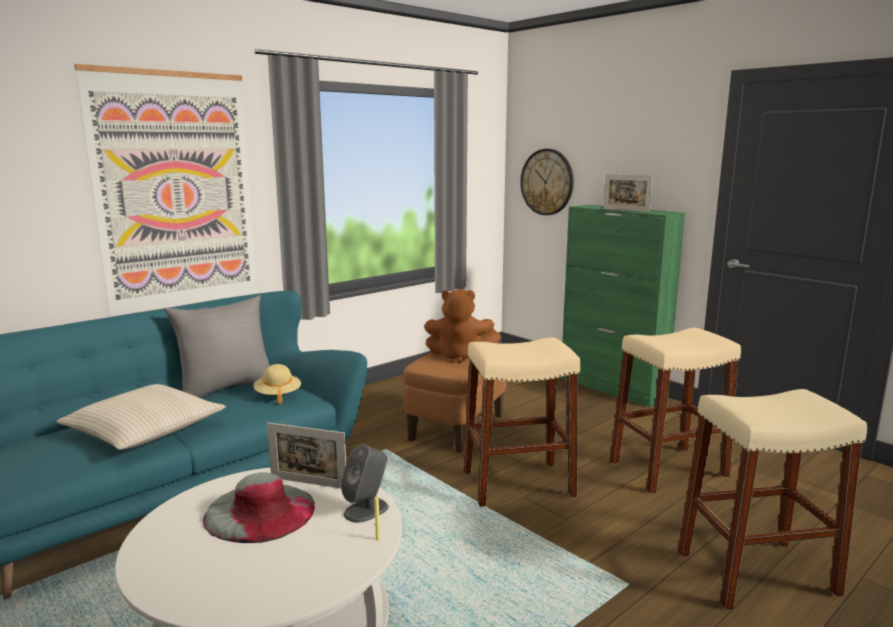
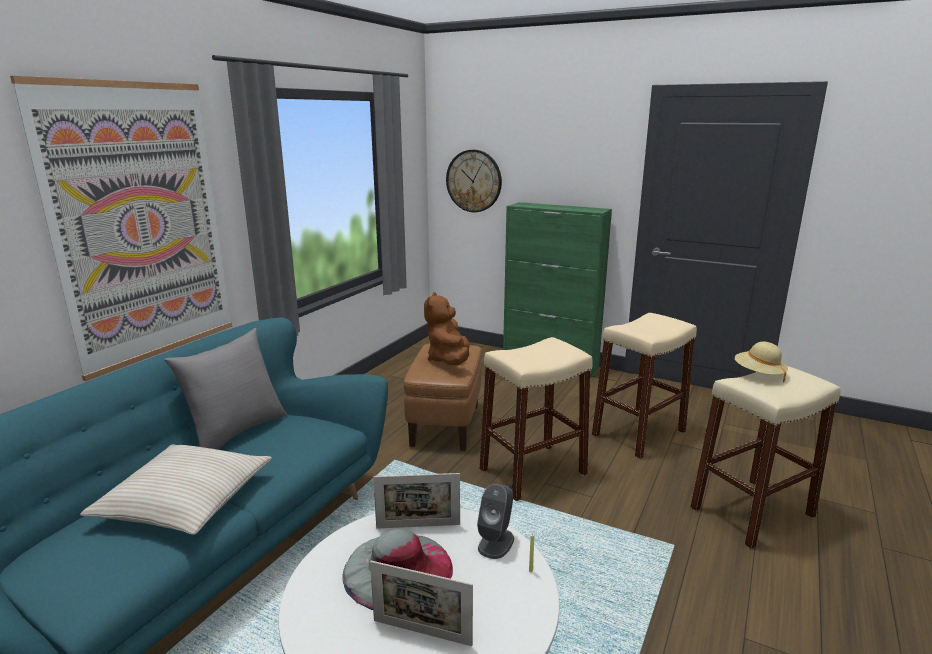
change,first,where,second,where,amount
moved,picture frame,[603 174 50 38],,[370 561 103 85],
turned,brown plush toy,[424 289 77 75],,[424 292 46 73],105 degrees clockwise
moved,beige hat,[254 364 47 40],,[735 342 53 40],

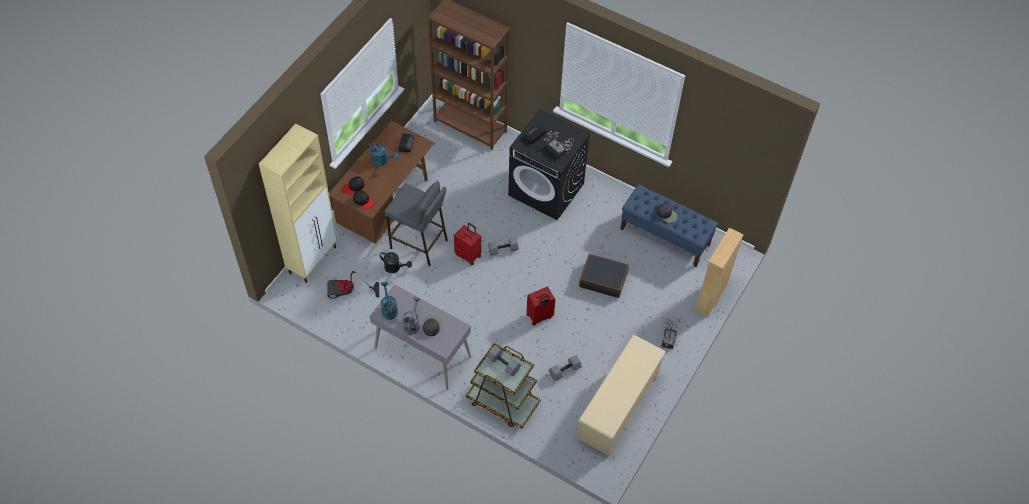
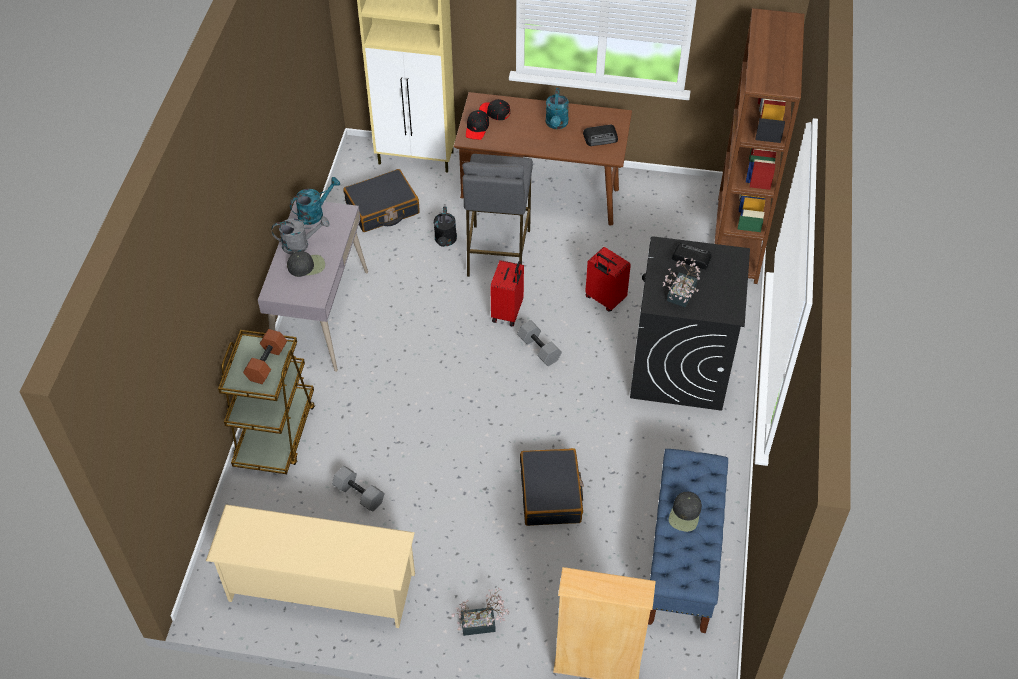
change,first,where,second,where,amount
recoloured,grey dumbbell,[487 346 34 30],brown dumbbell,[243 329 44 55],
replaced,vacuum cleaner,[327 271 52 28],black suitcase,[343 169 77 63],
moved,red suitcase,[527 287 29 39],,[585 247 46 65],

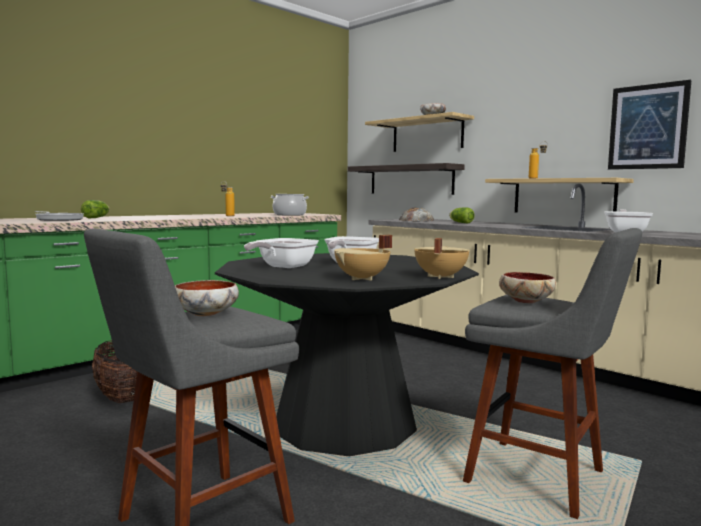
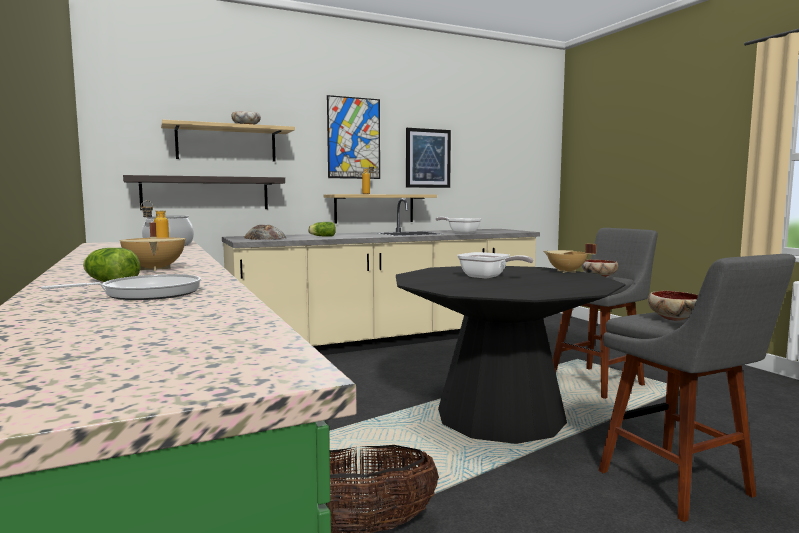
change,first,where,second,where,amount
moved,beige cooking pot,[334 235 58 46],,[119 222 67 49],
added,,,picture,[327 95 53 84],
removed,frying pan,[244 238 75 30],,,

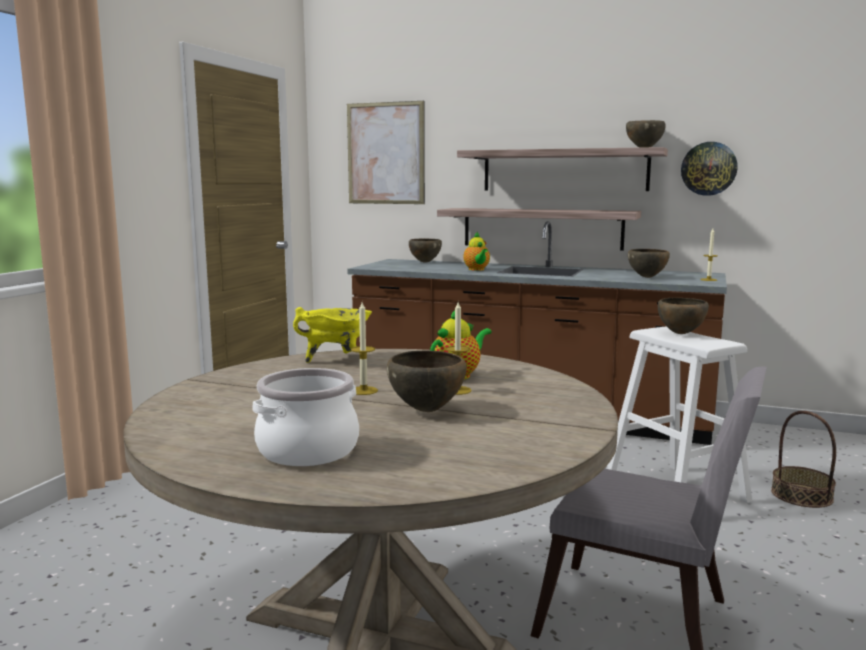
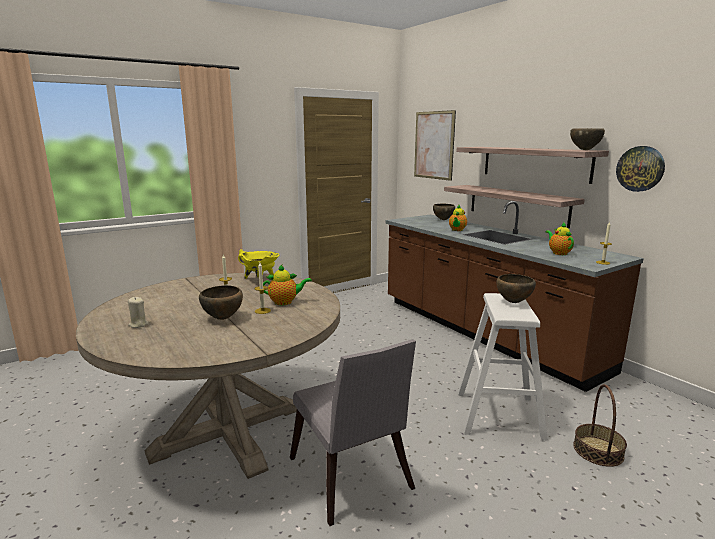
change,first,where,second,where,amount
replaced,cooking pot,[253 368 106 98],beige candle,[128 297 21 31],
replaced,brown bowl,[628 249 42 29],teapot,[546 222 28 33],

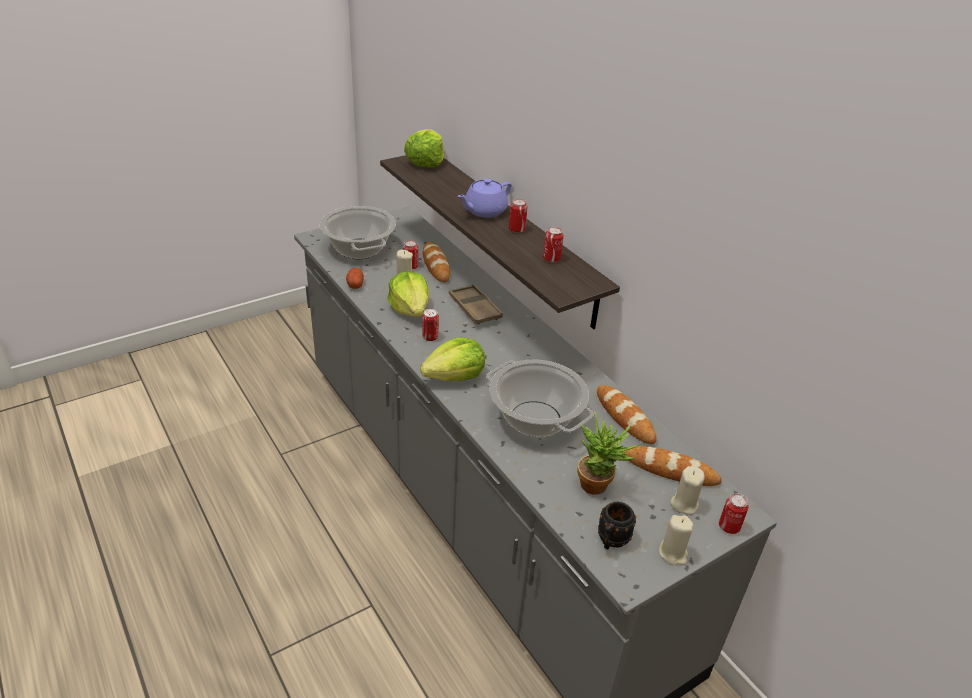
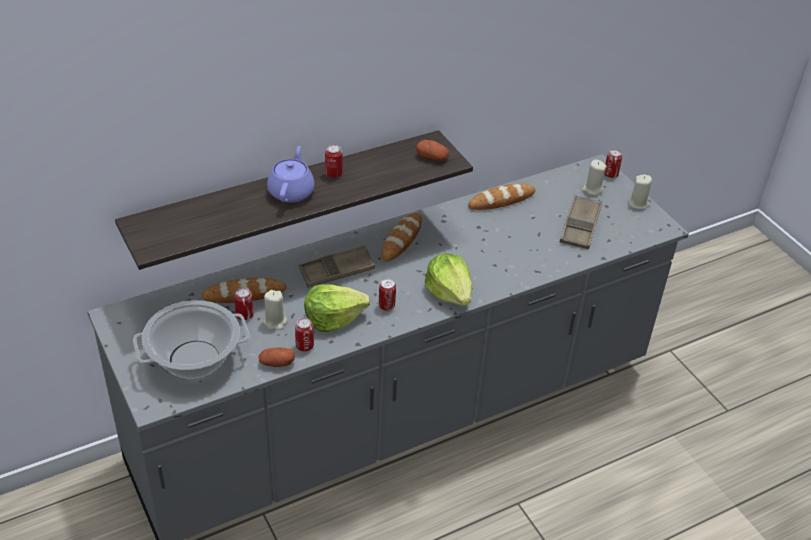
change,first,where,second,where,amount
turned,purple teapot,[458 179 54 39],,[267 146 48 57],135 degrees counterclockwise
moved,can,[543 227 20 35],,[295 318 19 33],
moved,bread,[624 446 98 40],,[381 213 41 48],
added,,,potato,[416 140 33 20],
replaced,potted plant,[577 412 66 83],brown tray,[560 195 42 54],
removed,lettuce,[404 129 40 38],,,
removed,cooking pot,[486 360 108 77],,,
removed,black mug,[598 502 38 48],,,

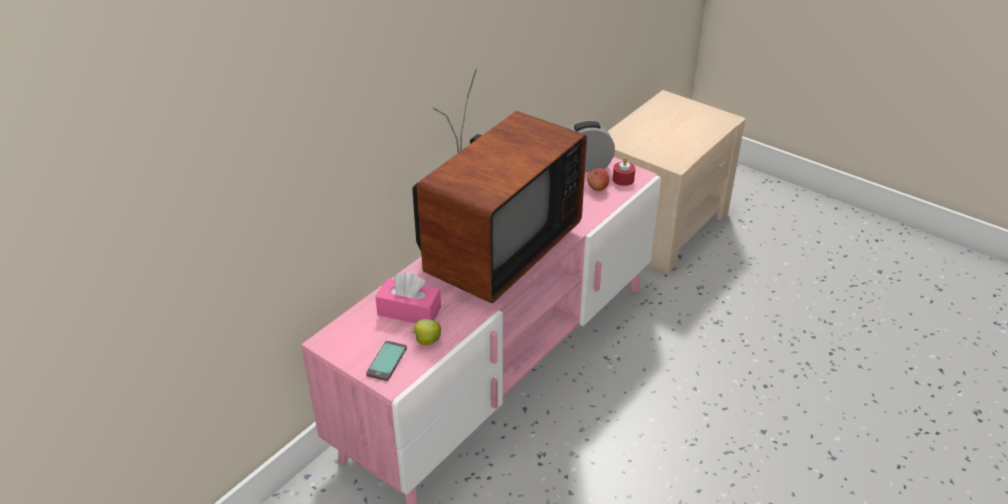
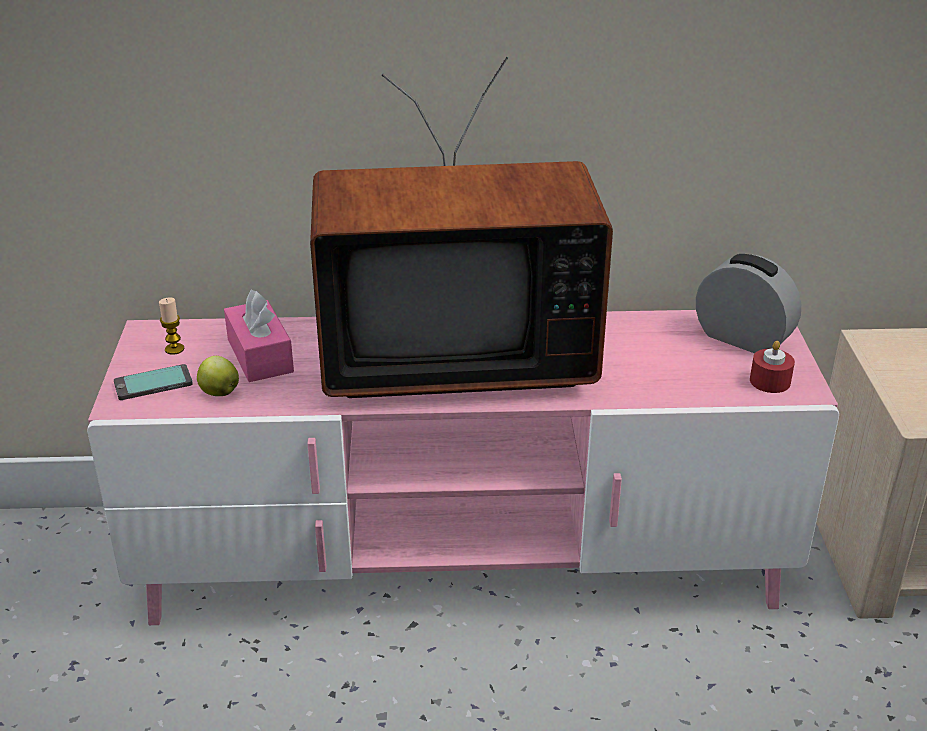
change,first,where,second,where,amount
added,,,candle,[159 297 25 58],
removed,apple,[587 168 22 23],,,

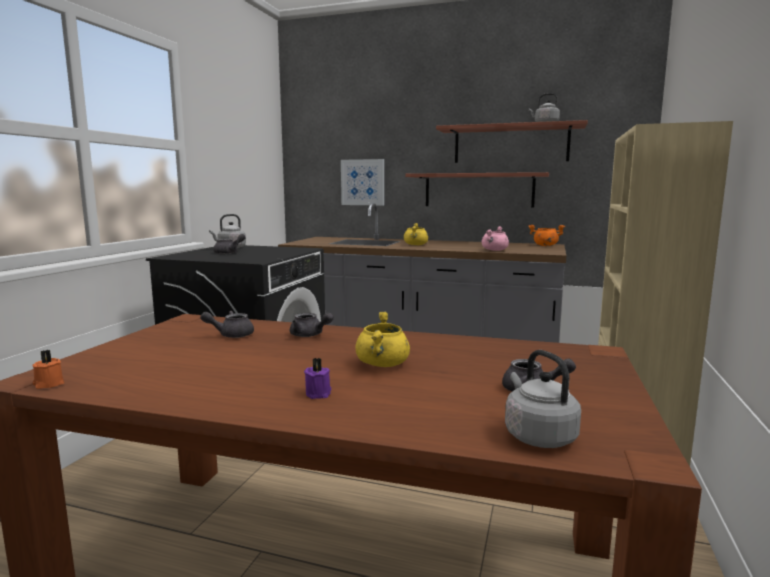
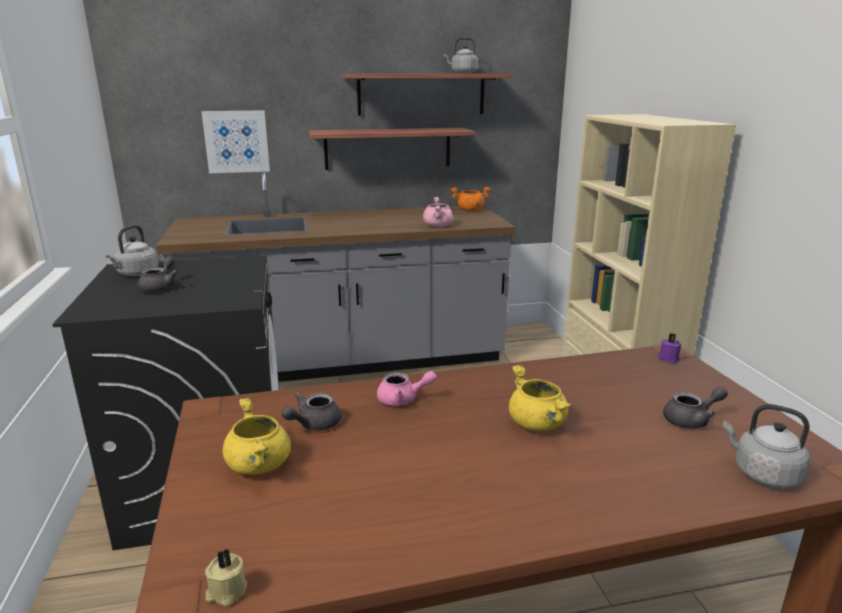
change,first,where,second,where,amount
recoloured,orange candle,[32 350 32 39],beige candle,[205 549 43 57],
moved,yellow cooking pot,[404 223 24 23],,[223 398 68 77],
recoloured,grey teapot,[290 313 44 24],pink teapot,[377 371 60 35],
moved,purple candle,[304 358 27 41],,[658 333 23 30],

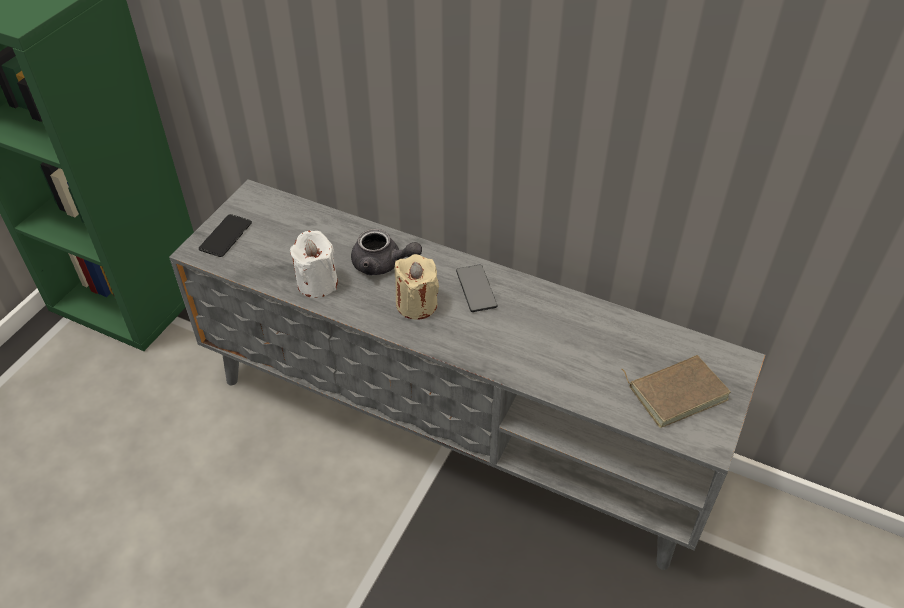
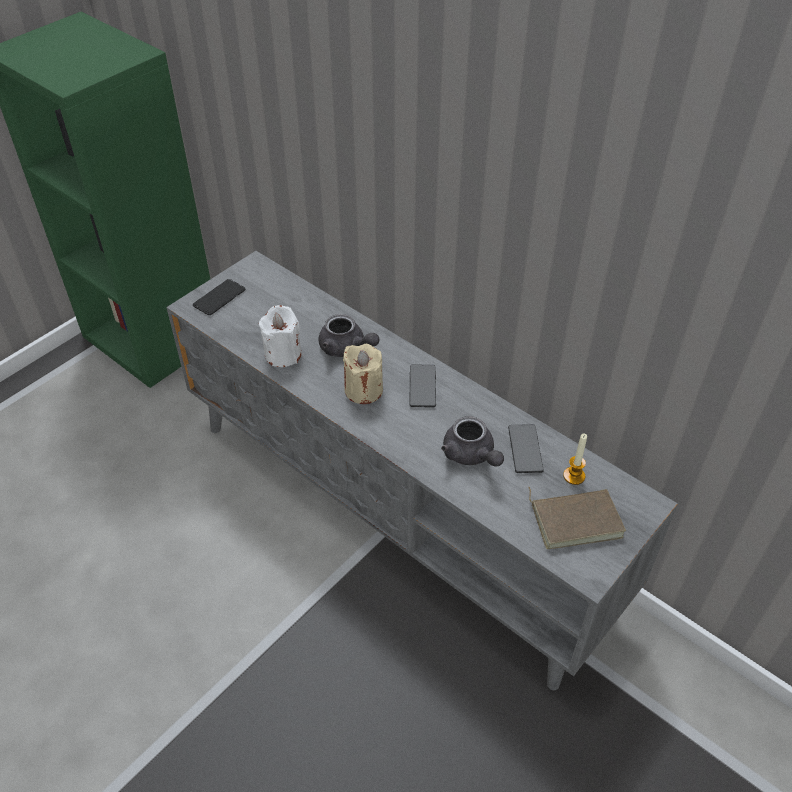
change,first,where,second,where,amount
added,,,grey teapot,[441 416 63 51],
added,,,phone,[508 424 36 49],
added,,,candle,[563 434 24 51],

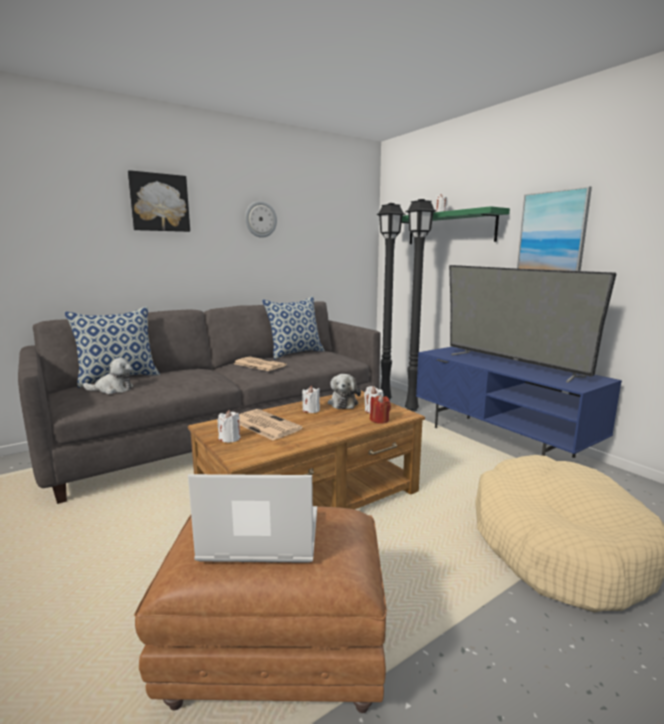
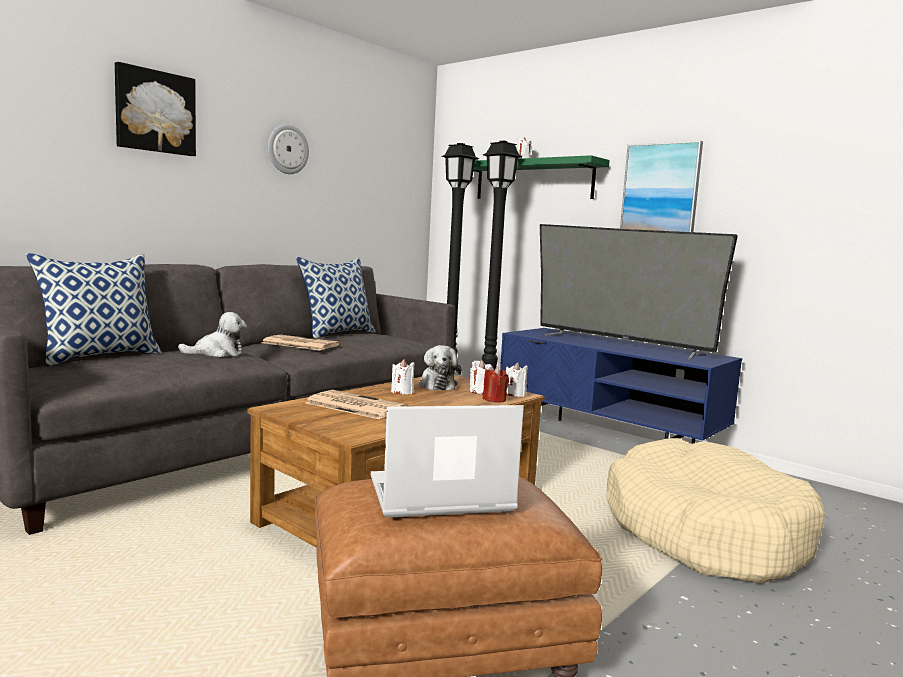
change,first,where,second,where,amount
moved,plush toy,[83 358 50 36],,[178 312 69 45],
moved,white candle,[218 410 22 33],,[506 362 22 35],

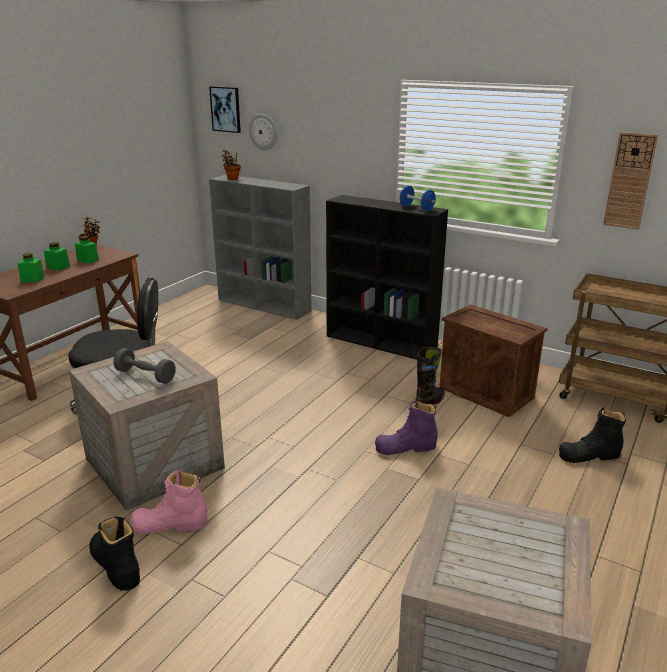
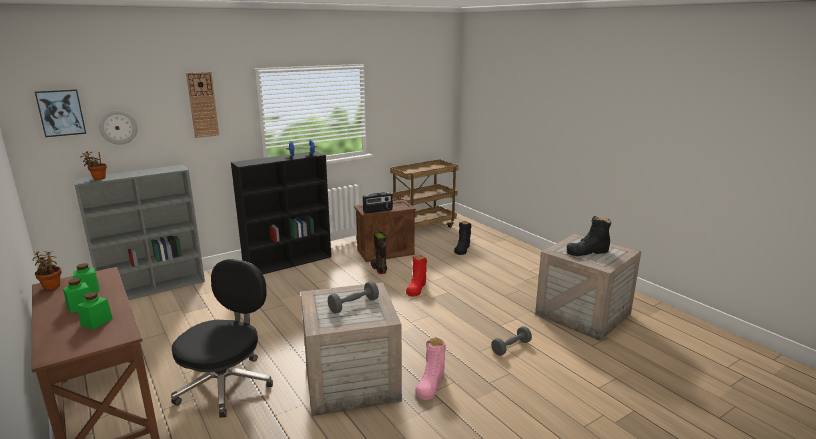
change,first,where,second,where,amount
moved,wall clock,[603 132 55 98],,[186 72 33 66],
added,,,radio,[363 192 30 22],
recoloured,purple boot,[375 400 63 55],red boot,[406 255 21 41],
added,,,grey dumbbell,[491 326 41 30],
moved,black boot,[89 517 51 74],,[566 216 45 40],

